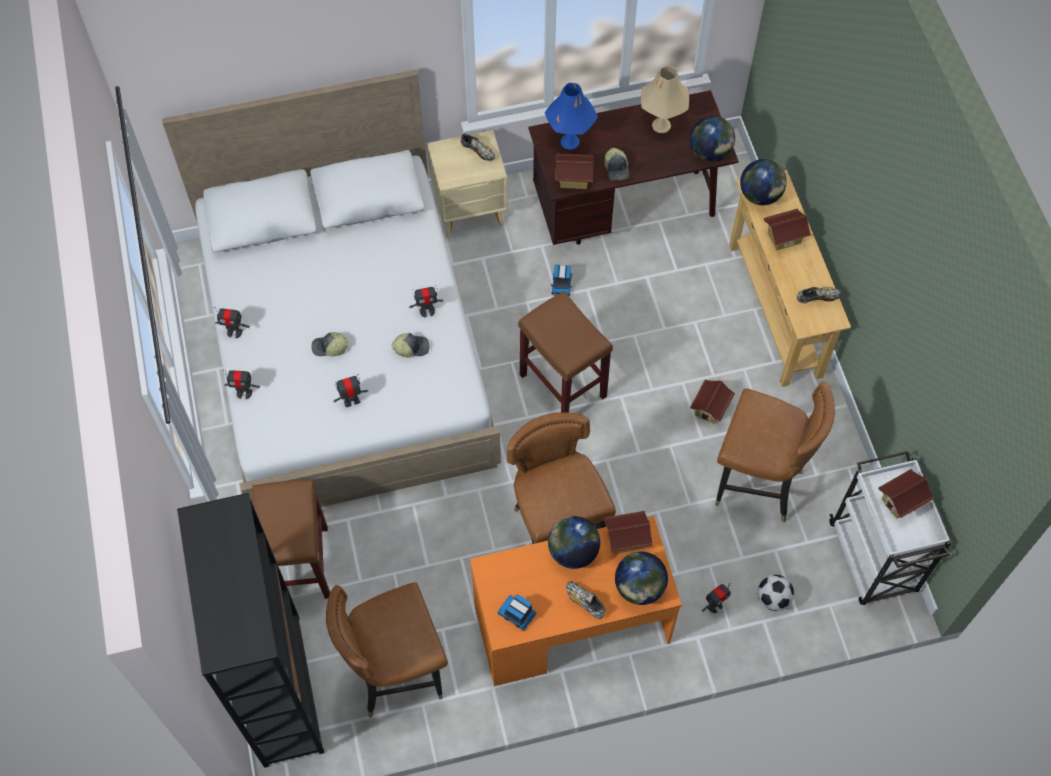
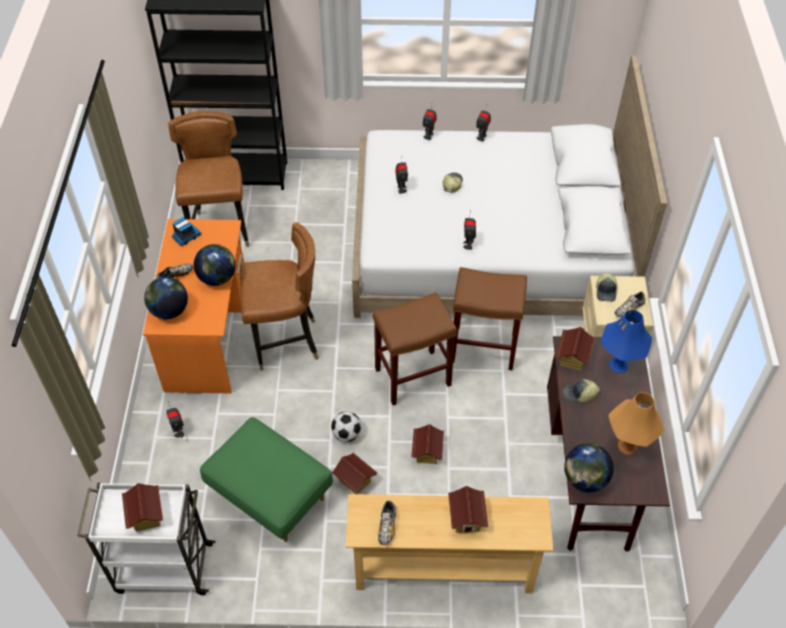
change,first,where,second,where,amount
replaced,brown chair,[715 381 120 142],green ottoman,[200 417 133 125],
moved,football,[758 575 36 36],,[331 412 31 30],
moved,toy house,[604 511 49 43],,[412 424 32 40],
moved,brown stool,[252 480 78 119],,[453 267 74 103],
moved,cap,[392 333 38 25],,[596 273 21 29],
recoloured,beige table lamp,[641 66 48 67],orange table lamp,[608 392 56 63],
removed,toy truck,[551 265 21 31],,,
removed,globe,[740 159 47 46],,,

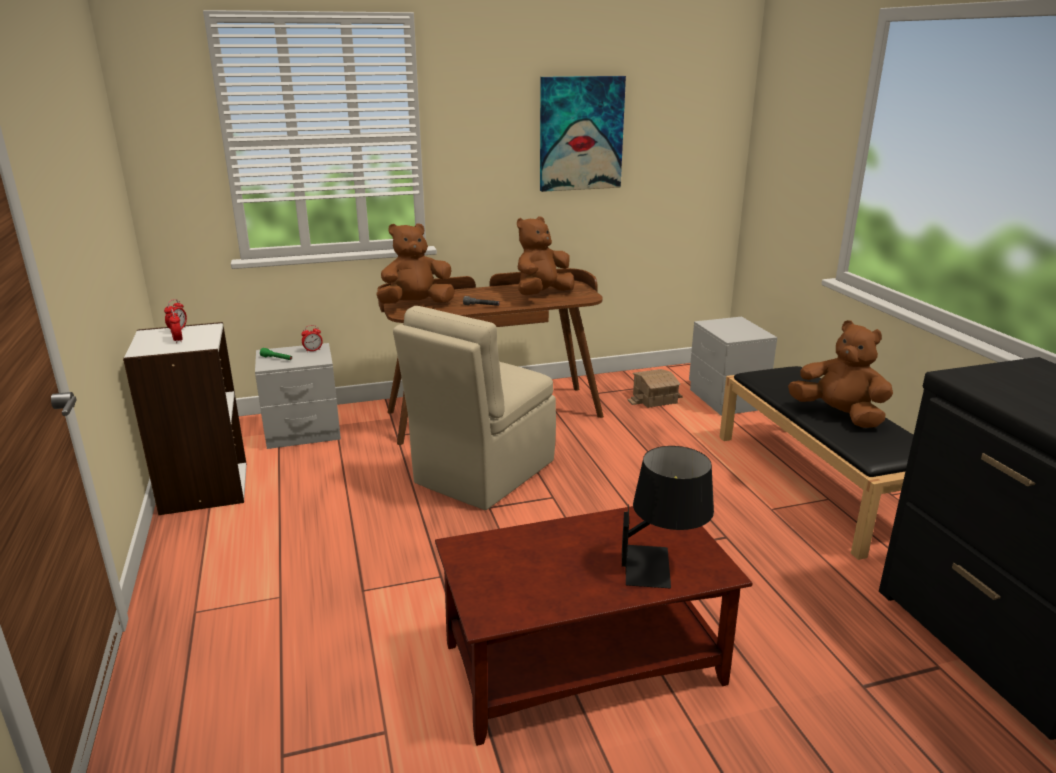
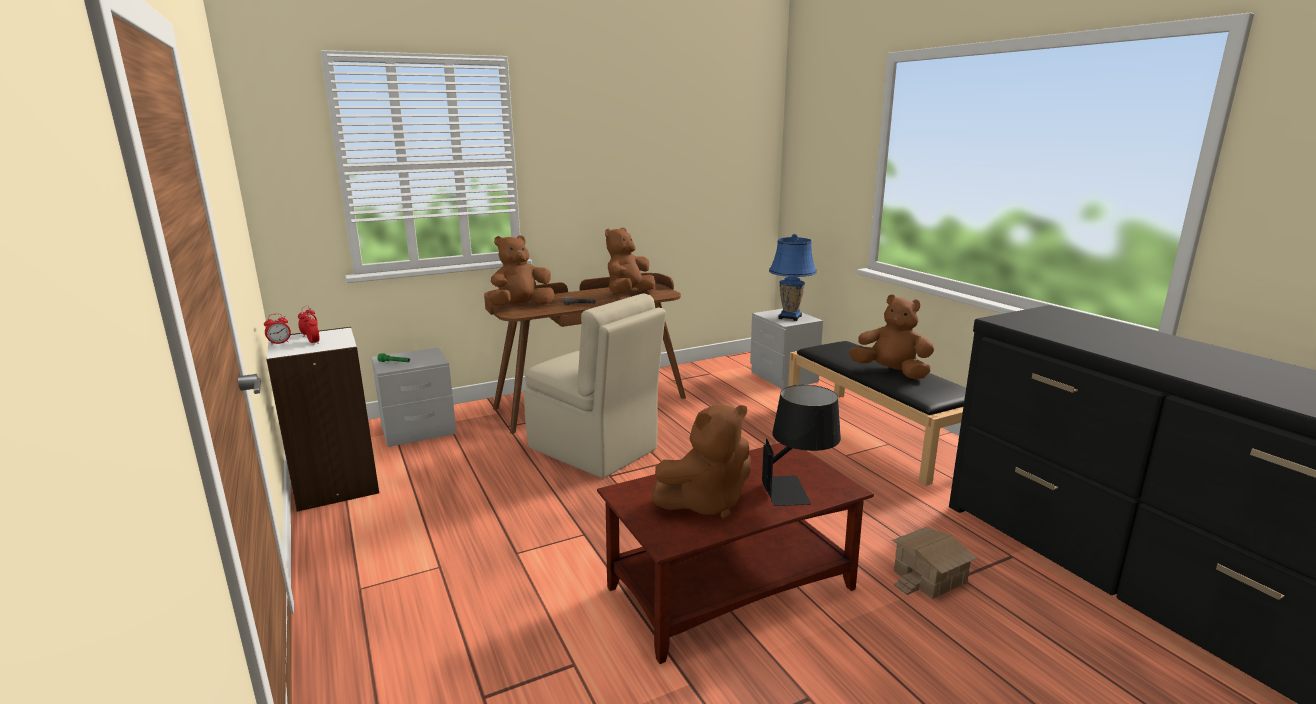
change,first,where,second,where,amount
moved,alarm clock,[301 325 22 27],,[264 314 27 31],
turned,beige chair,[393 306 163 204],,[524 293 142 185],75 degrees counterclockwise
added,,,brown plush toy,[651 404 100 115],
added,,,blue table lamp,[769 234 48 87],
moved,toy house,[628 369 55 39],,[892 527 85 72],
removed,picture,[540 76 86 116],,,

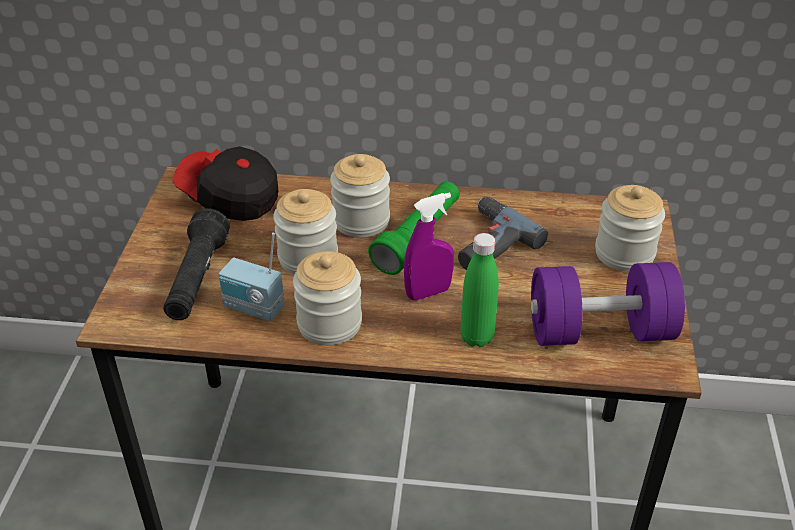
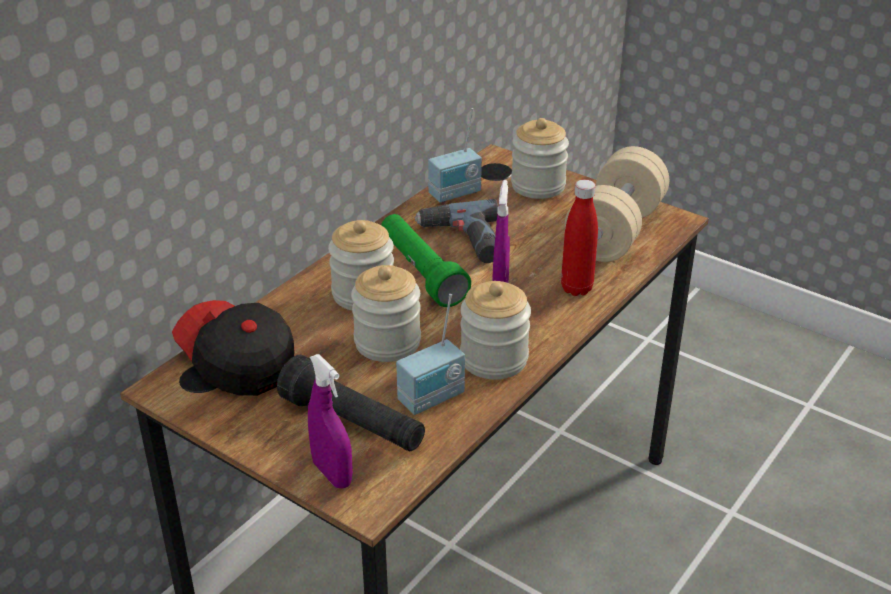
change,first,where,second,where,amount
turned,cap,[172 146 106 75],,[172 300 122 96],75 degrees clockwise
added,,,purple spray bottle,[308 354 45 134],
added,,,radio,[428 108 54 94],
recoloured,green bottle,[460 233 39 114],red bottle,[561 180 37 116],
recoloured,purple dumbbell,[531 262 154 84],beige dumbbell,[565 146 104 116],

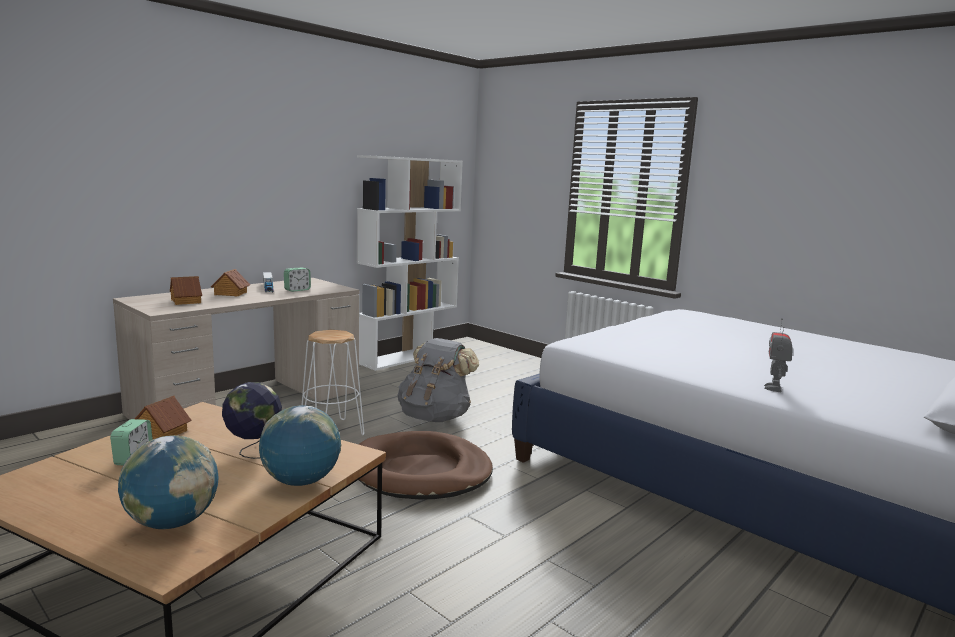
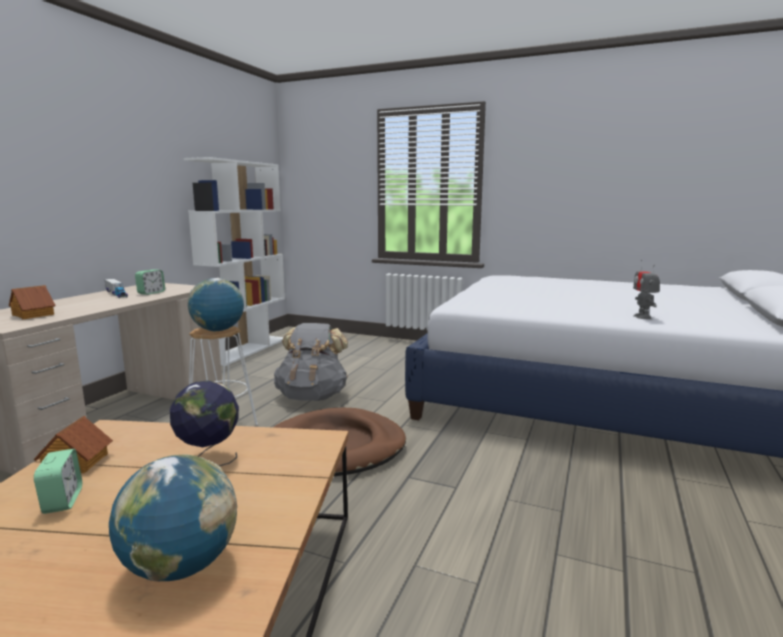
change,first,where,second,where,amount
moved,globe,[259 405 82 81],,[188 278 56 54],
removed,toy house,[211 269 39 28],,,

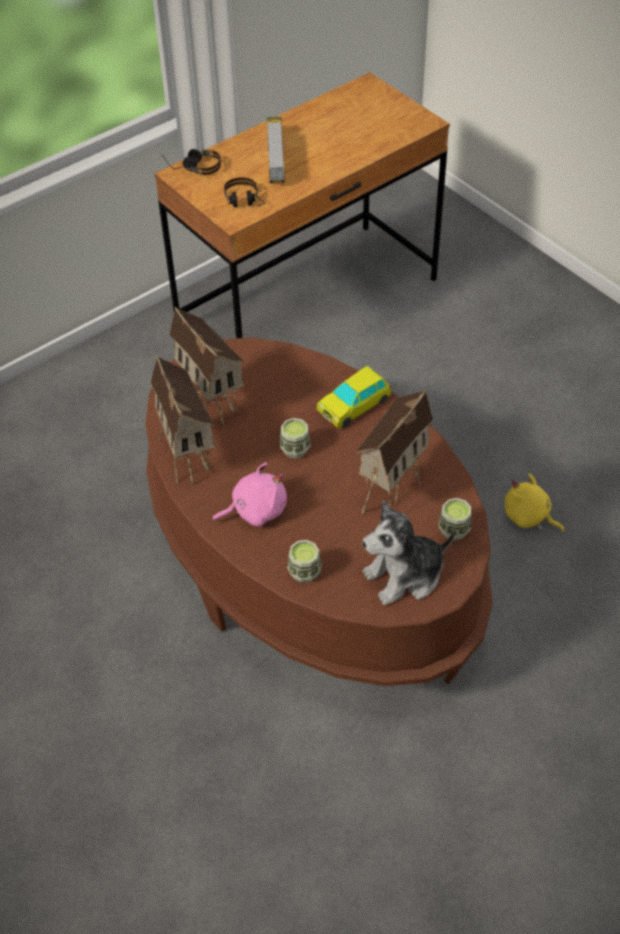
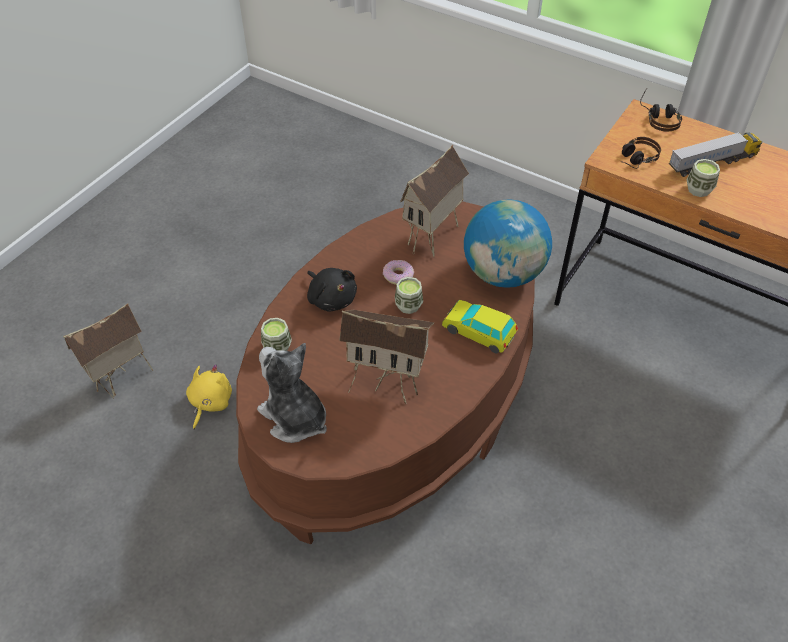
change,first,where,second,where,amount
moved,toy house,[151 356 64 129],,[63 304 90 95],
moved,yellow plush toy,[504 474 61 58],,[186 364 46 65],
recoloured,pink plush toy,[212 462 75 65],black plush toy,[307 268 50 44],
added,,,donut,[383 260 31 25],
added,,,globe,[464 199 88 89],
moved,cup,[439 498 32 42],,[687 159 33 38],

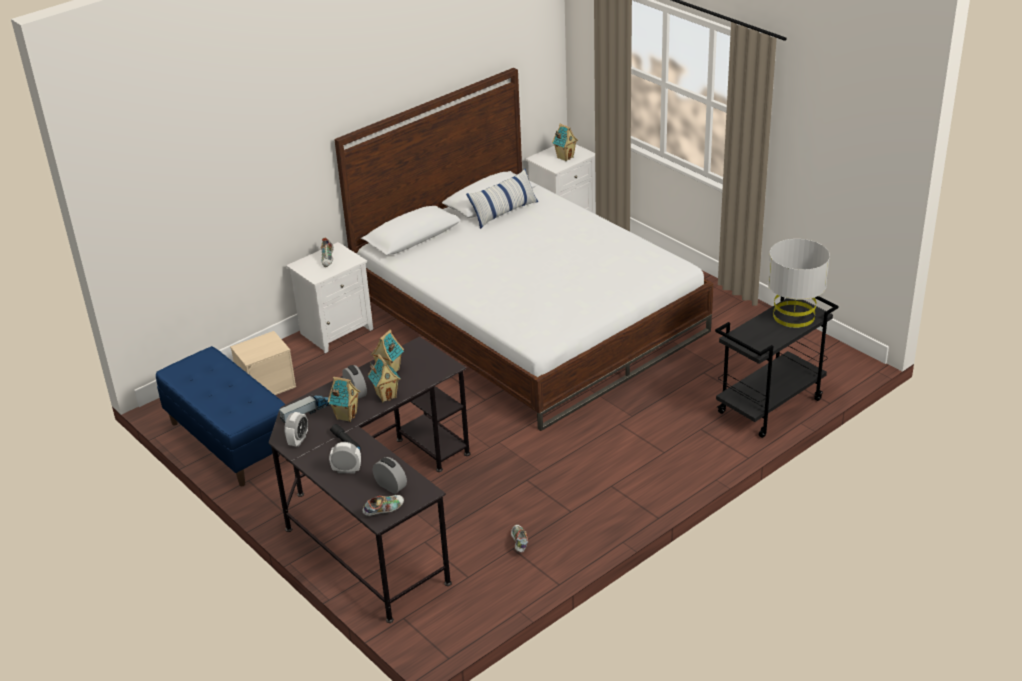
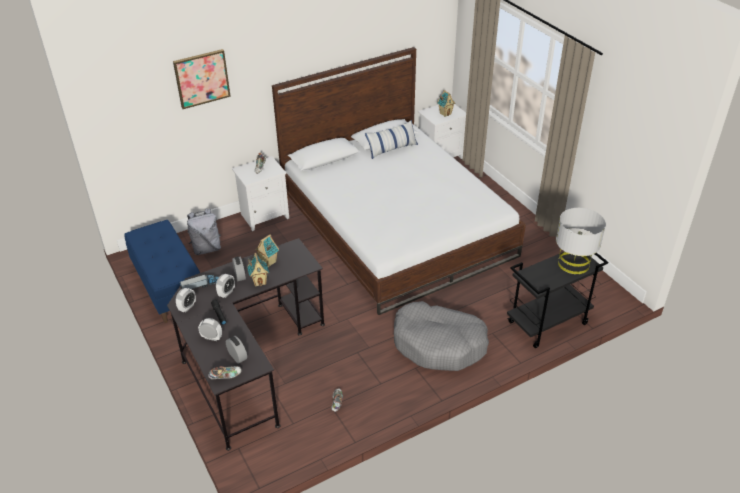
change,first,where,second,where,amount
added,,,picture,[173 49 58 60],
replaced,beige storage box,[230 331 66 64],grey backpack,[187 209 34 46],
replaced,toy house,[328 377 32 45],alarm clock,[216 274 19 24],
added,,,grey dog bed,[394 301 95 70],

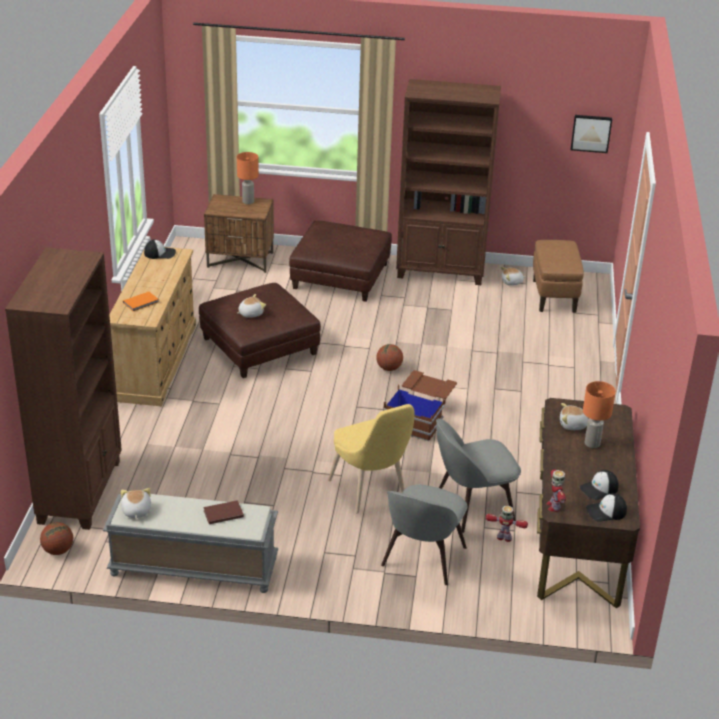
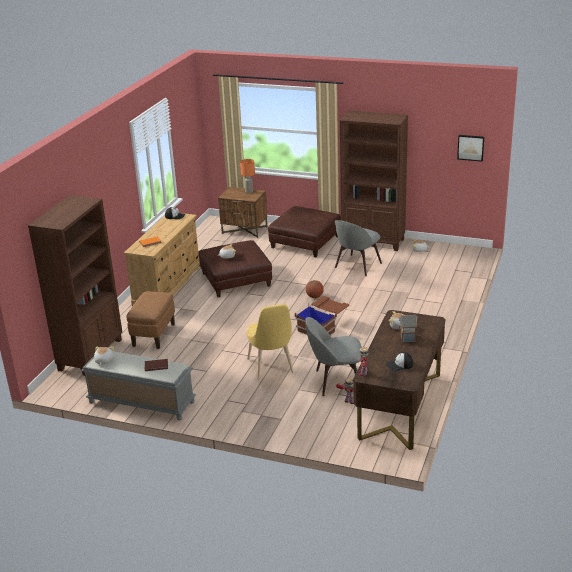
change,first,where,second,where,amount
moved,brown ottoman,[533 240 51 73],,[127 291 48 58],
moved,grey chair,[381 484 87 101],,[335 220 47 56],
replaced,orange table lamp,[583 381 33 67],toy house,[399 314 18 29],
removed,basketball,[40 522 33 33],,,
removed,cap,[586 493 41 29],,,

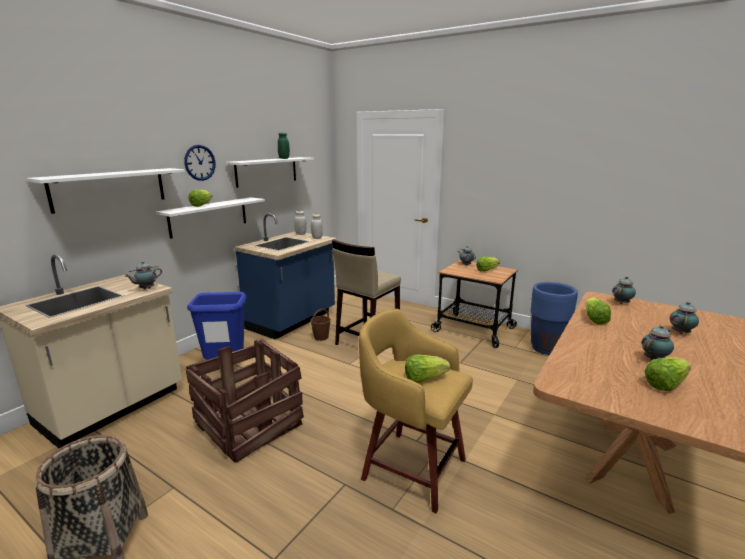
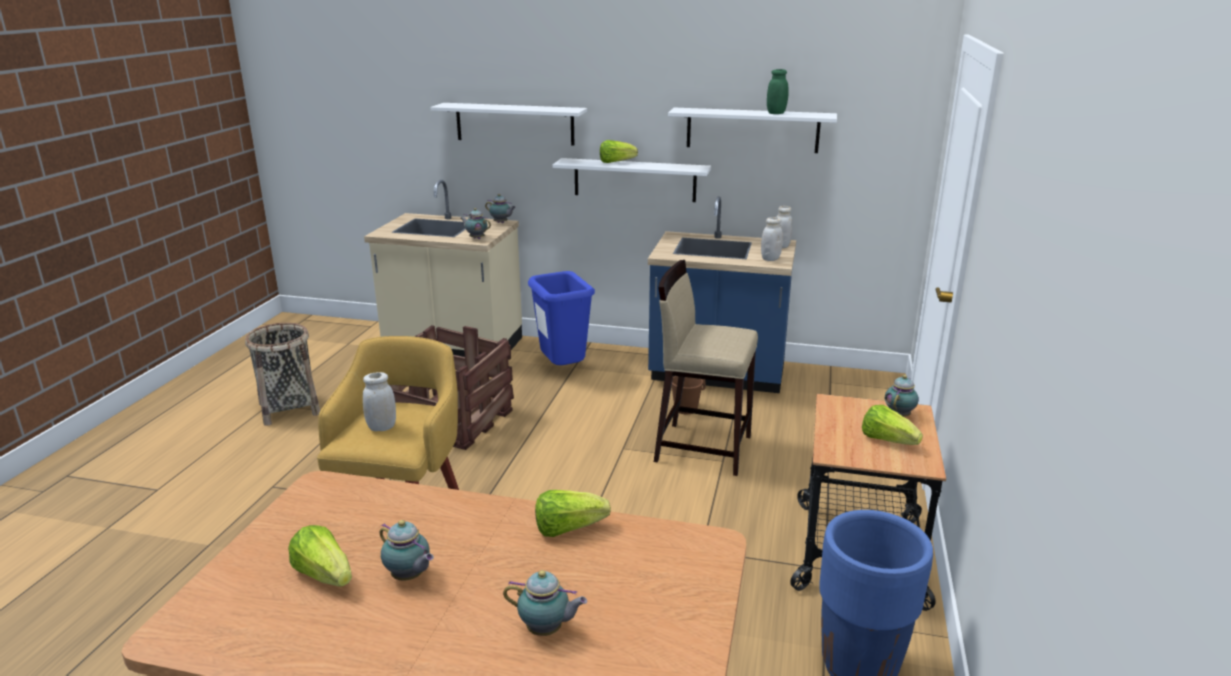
change,first,where,second,where,amount
replaced,lettuce,[405 355 45 28],white jar,[363 372 33 59],
moved,teapot,[612 276 24 28],,[485 194 31 29],
removed,wall clock,[184 145 32 36],,,

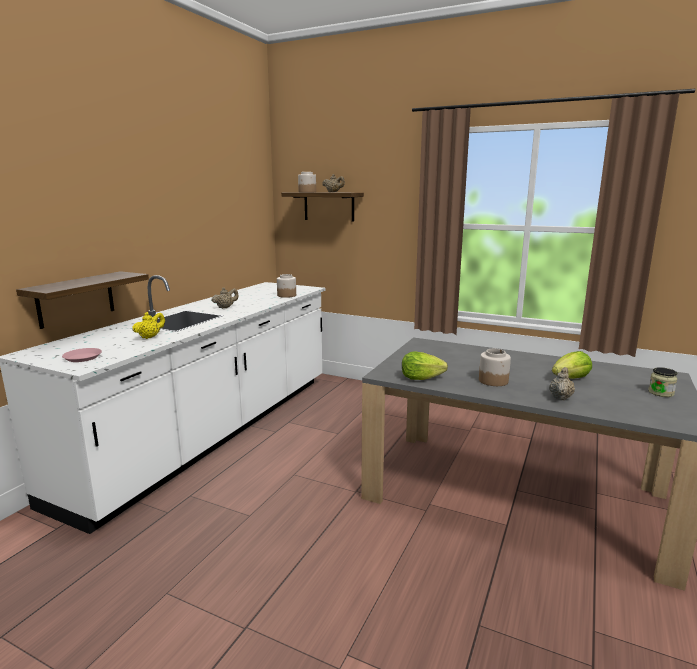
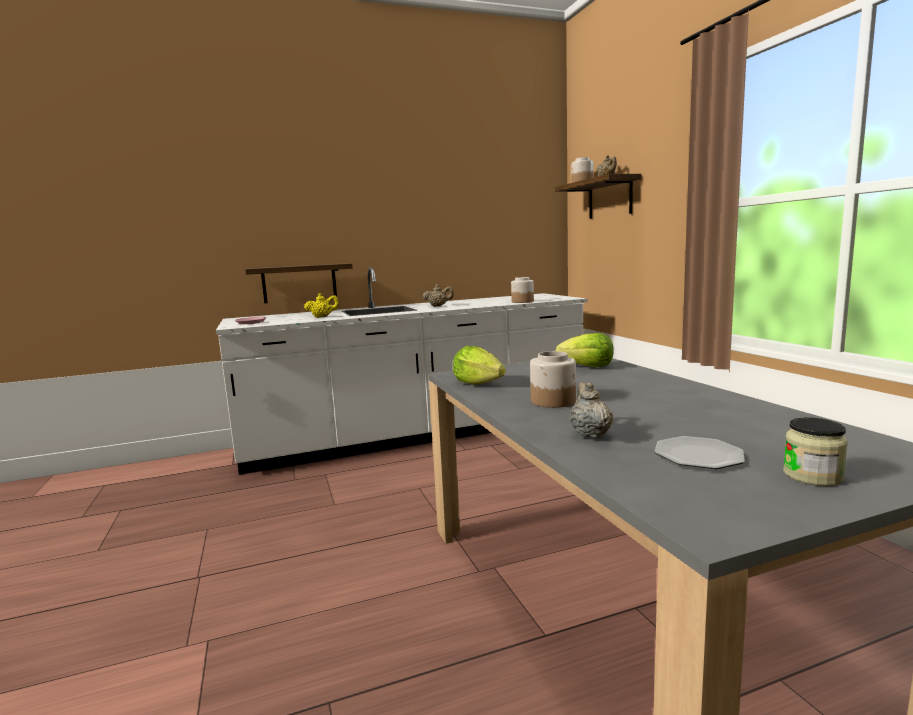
change,first,where,second,where,amount
moved,lettuce,[552 351 40 28],,[555 333 59 34],
turned,beige teapot,[549 367 26 33],,[570 382 43 56],75 degrees counterclockwise
added,,,plate,[655 436 90 33],

